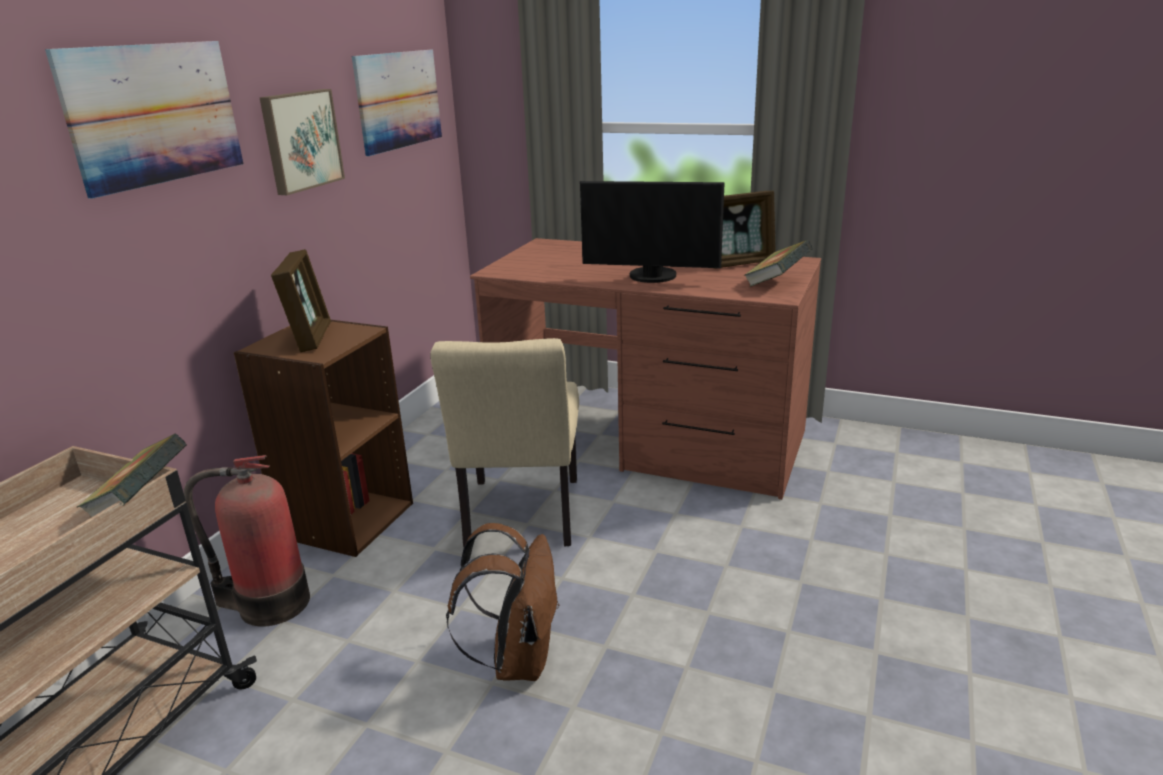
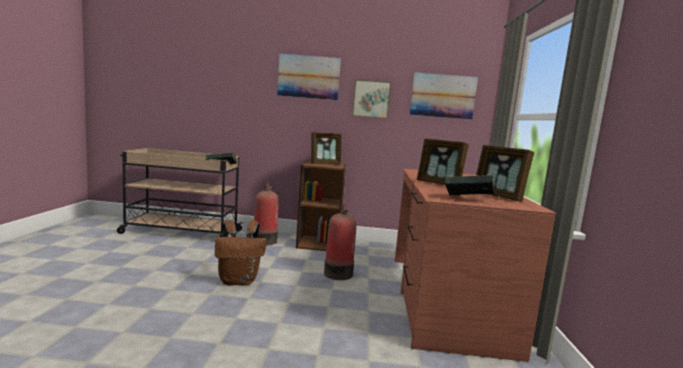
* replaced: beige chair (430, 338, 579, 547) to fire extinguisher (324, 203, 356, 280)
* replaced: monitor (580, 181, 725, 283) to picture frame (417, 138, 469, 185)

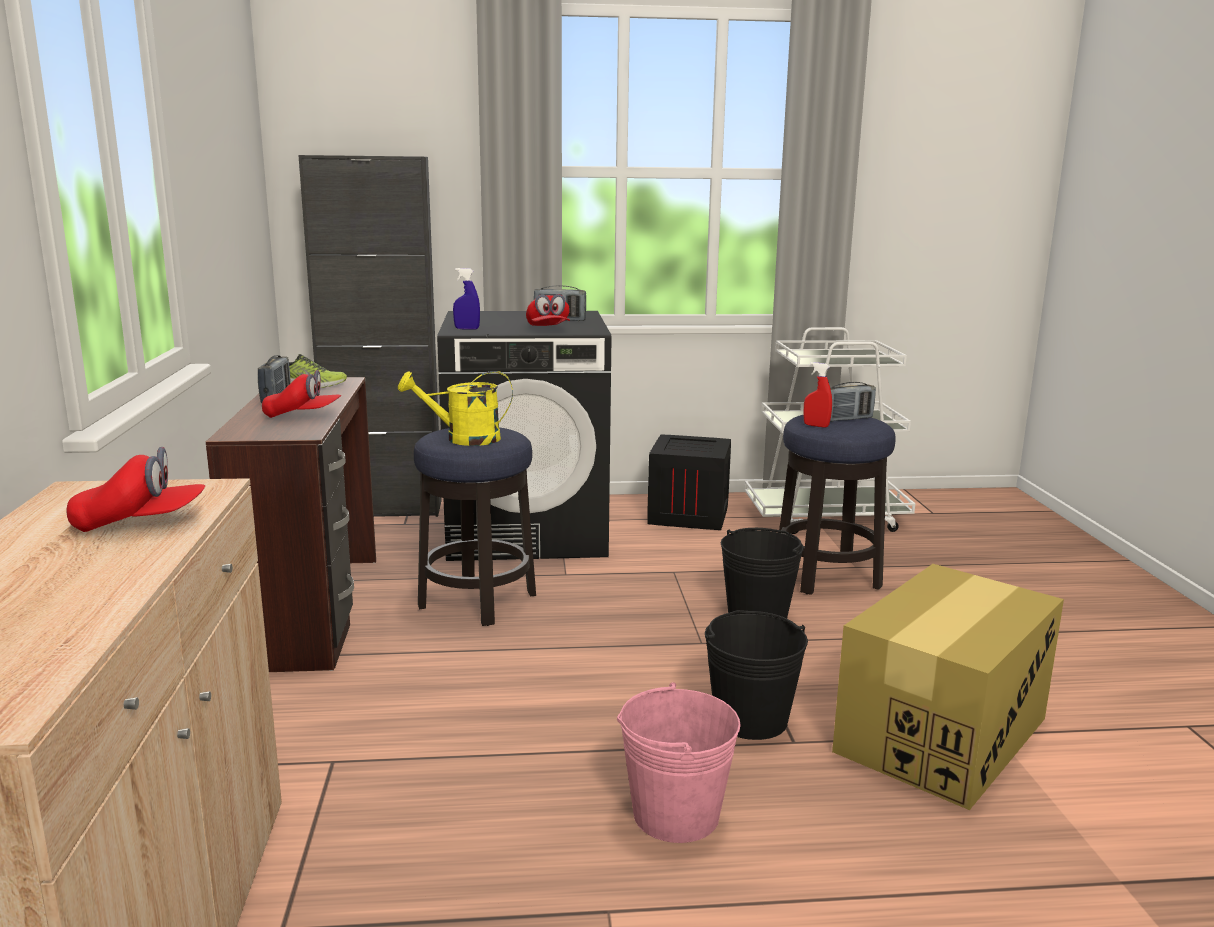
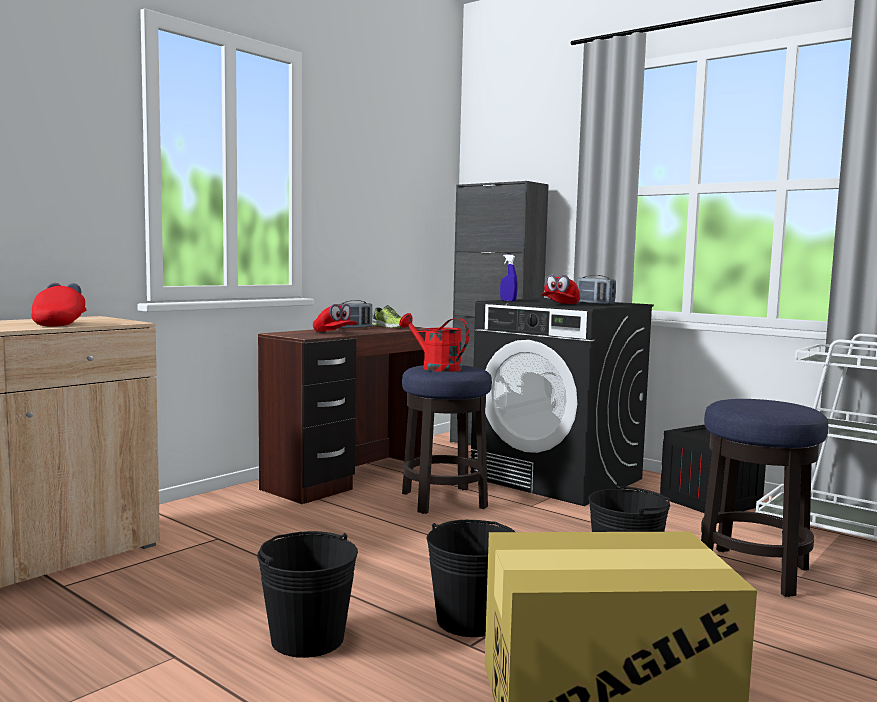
* turned: red cap (66, 447, 205, 532) = (31, 283, 87, 327) 135 degrees counterclockwise
* recoloured: yellow watering can (398, 371, 513, 446) to red watering can (399, 313, 469, 372)
* recoloured: pink bucket (617, 682, 741, 843) to black bucket (257, 531, 358, 658)
* removed: red spray bottle (803, 362, 832, 428)
* removed: radio (830, 382, 876, 422)

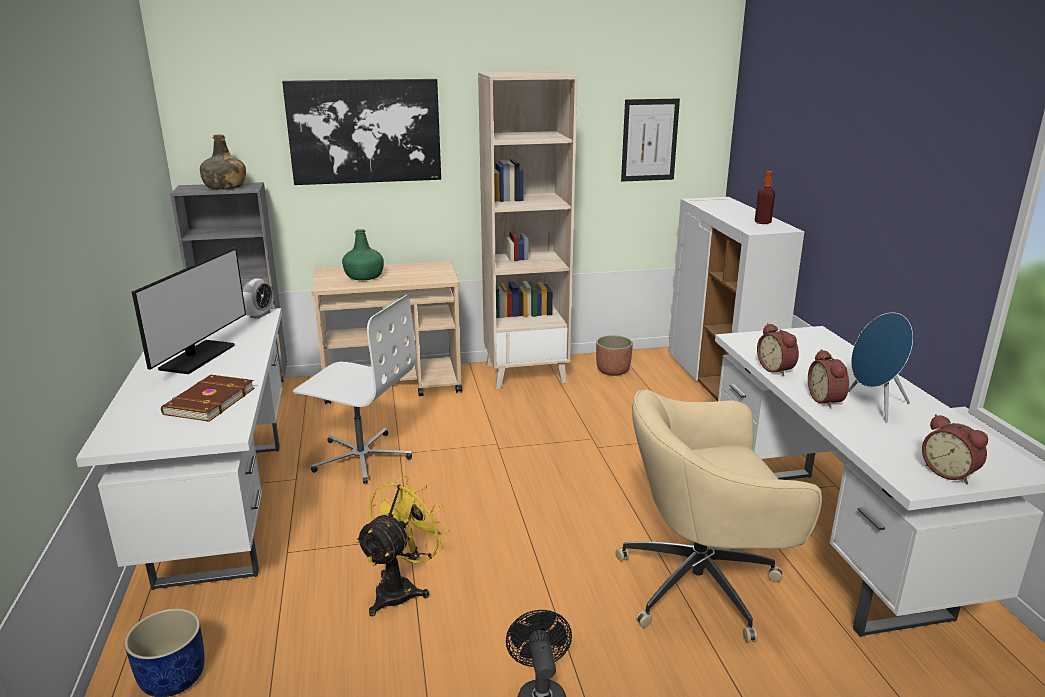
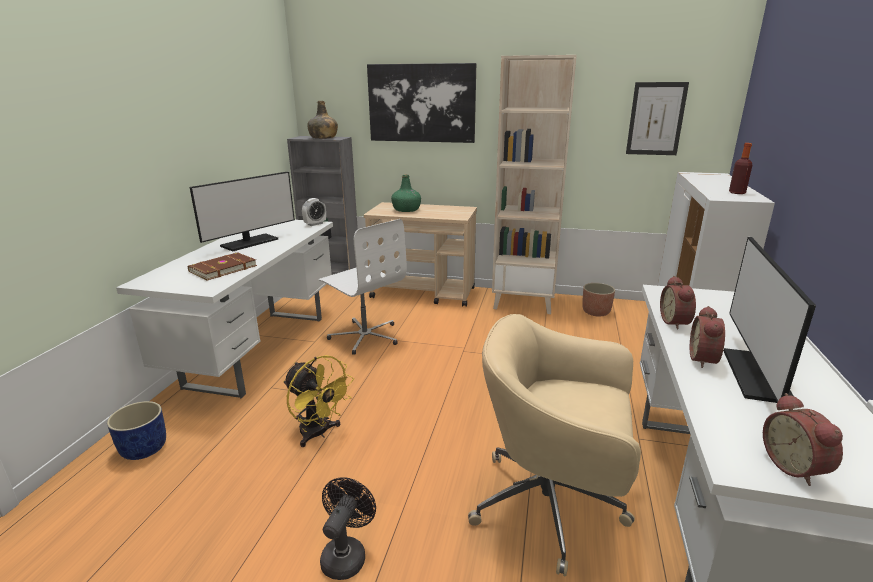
* turned: yellow fan (355, 476, 450, 616) = (283, 355, 354, 447) 75 degrees clockwise
* replaced: blue speaker (848, 312, 913, 423) to monitor (724, 237, 816, 403)

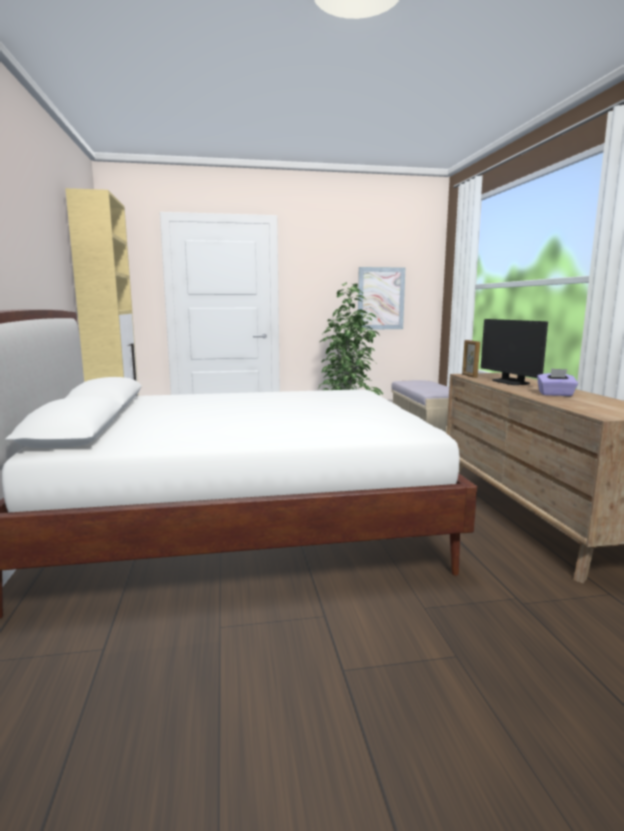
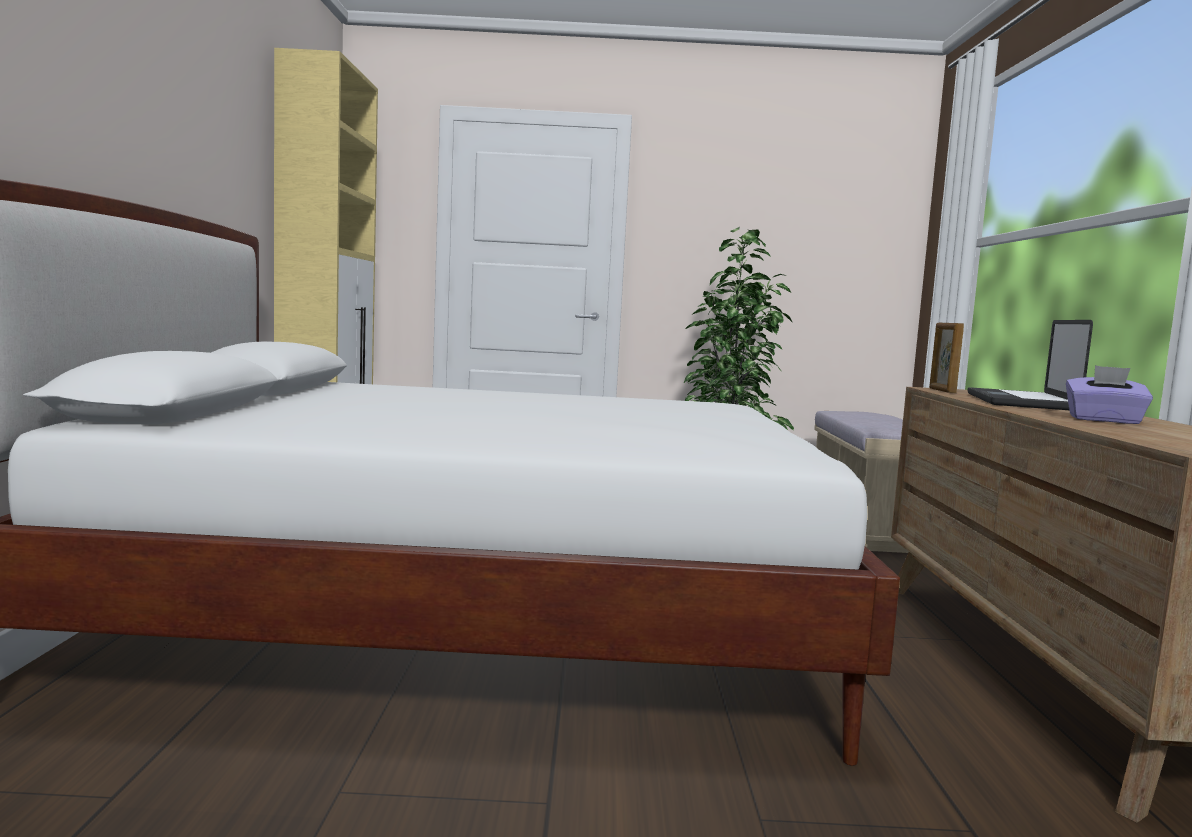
* removed: picture (358, 267, 405, 330)
* replaced: monitor (481, 319, 548, 385) to laptop (968, 320, 1093, 410)

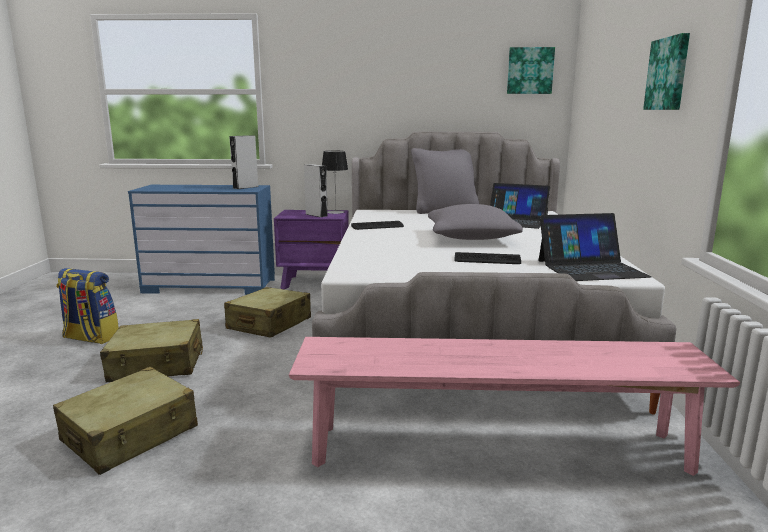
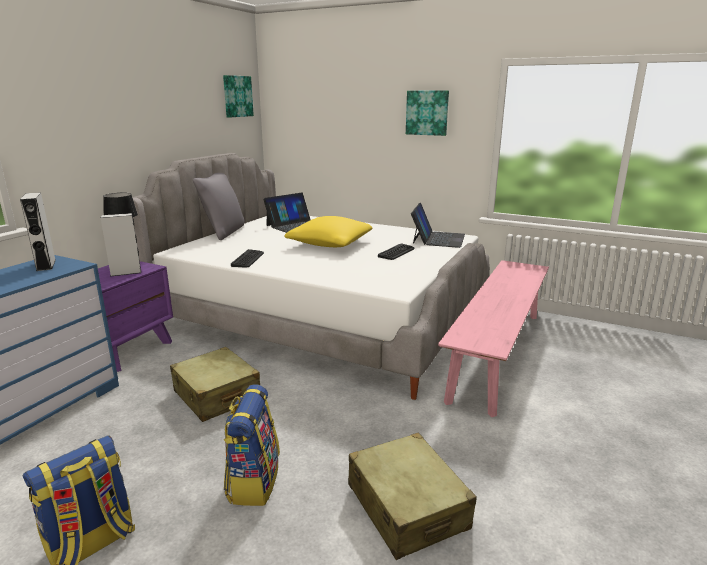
* replaced: beige suitcase (100, 319, 203, 382) to backpack (224, 384, 280, 506)
* recoloured: grey pillow (428, 204, 523, 240) to yellow pillow (285, 216, 372, 247)

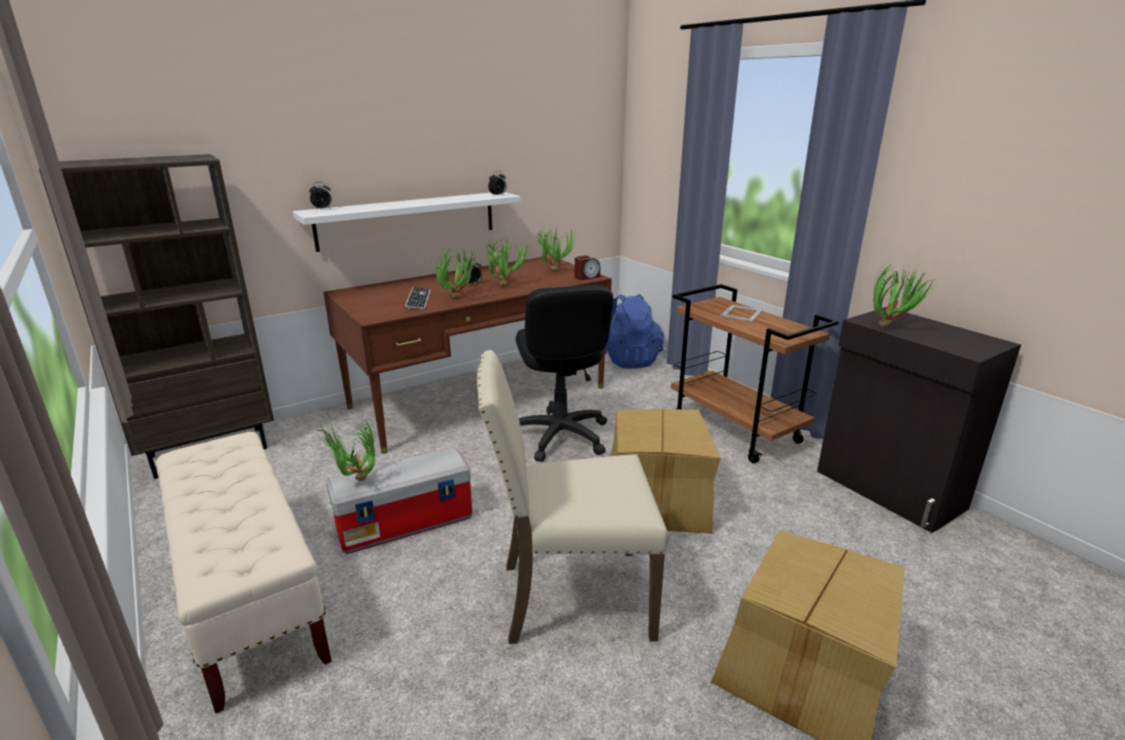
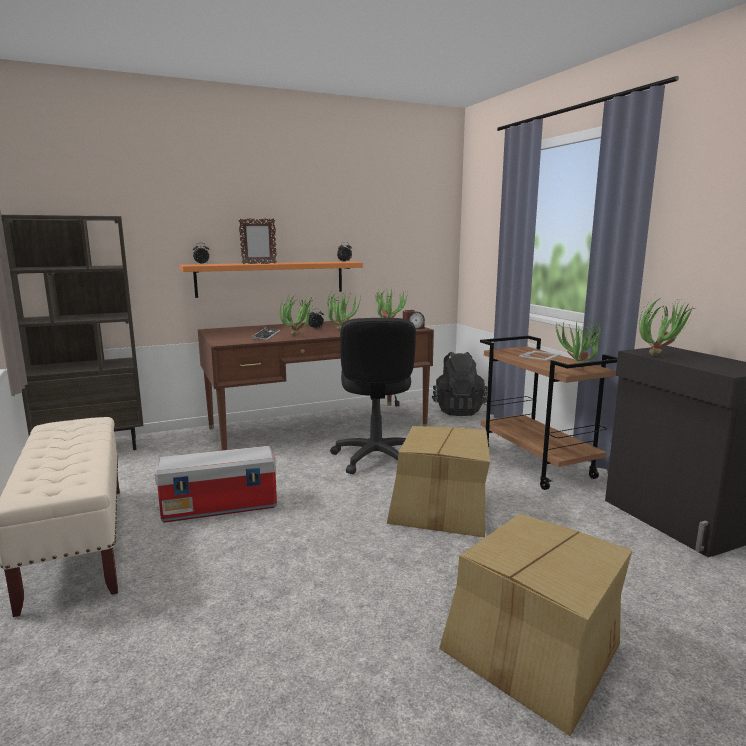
* recoloured: white shelf (293, 192, 521, 252) to orange shelf (180, 261, 363, 298)
* moved: potted plant (317, 421, 376, 481) to (556, 322, 601, 368)
* removed: beige chair (477, 350, 669, 644)
* recoloured: blue backpack (605, 294, 664, 369) to black backpack (432, 352, 488, 416)
* added: picture frame (238, 218, 277, 264)

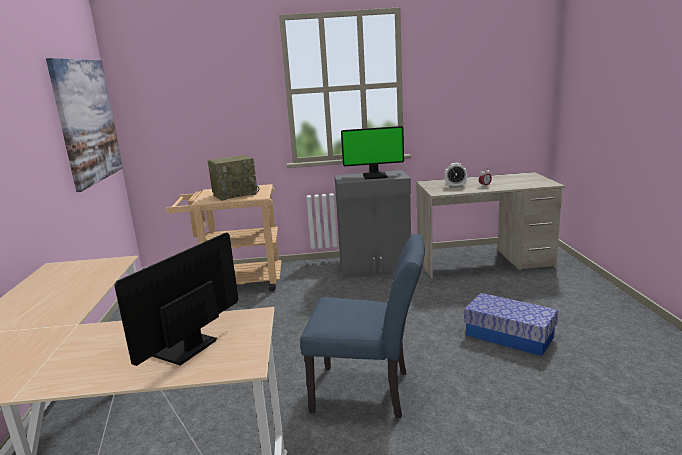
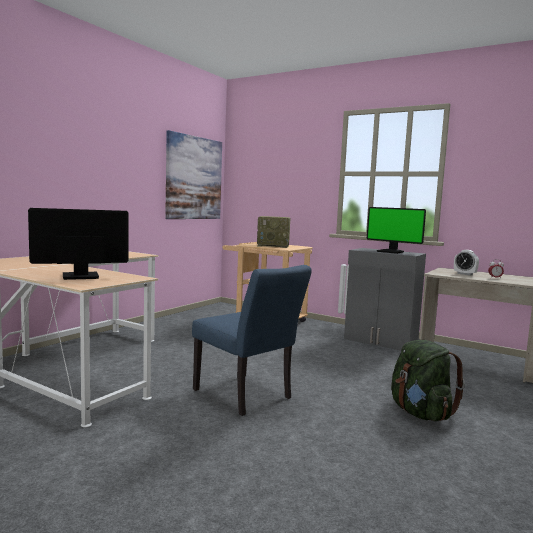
* replaced: storage box (464, 293, 558, 356) to green backpack (391, 340, 465, 421)

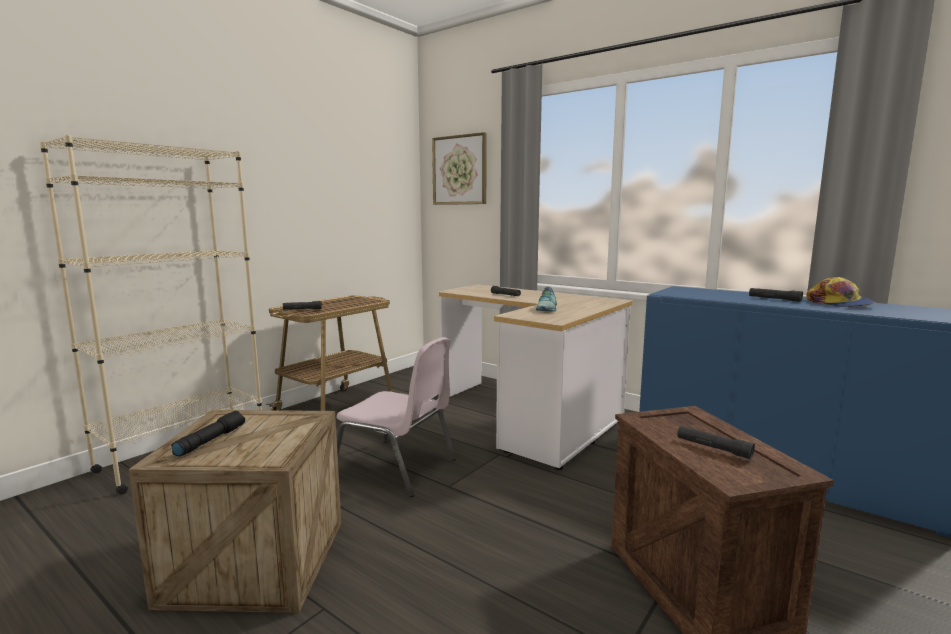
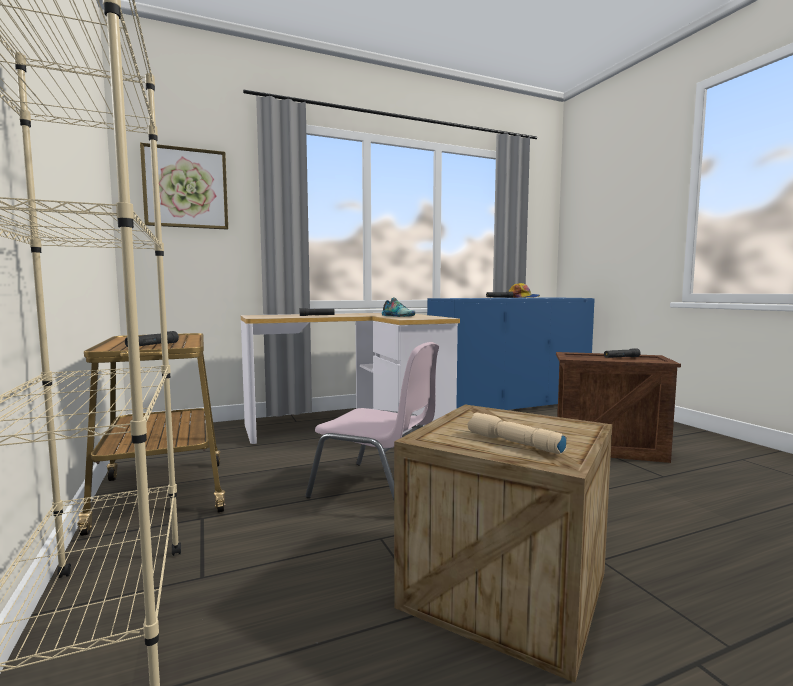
* recoloured: black flashlight (171, 411, 245, 456) to beige flashlight (468, 413, 567, 454)
* turned: pink chair (337, 337, 456, 497) = (305, 342, 439, 500) 60 degrees clockwise

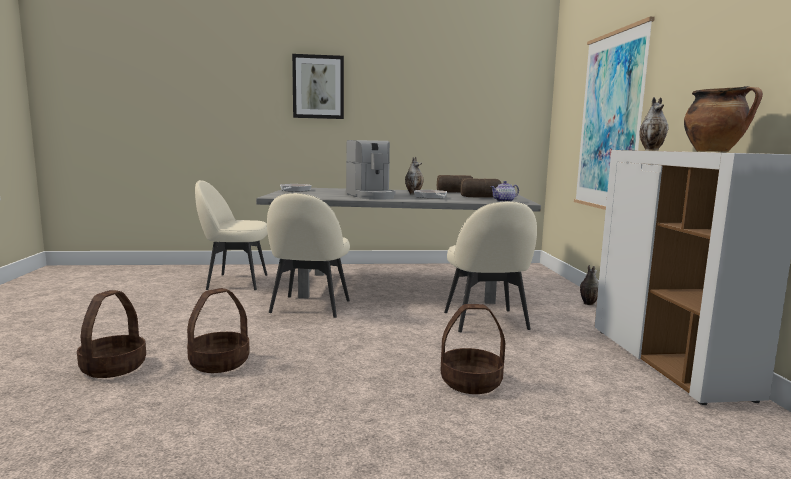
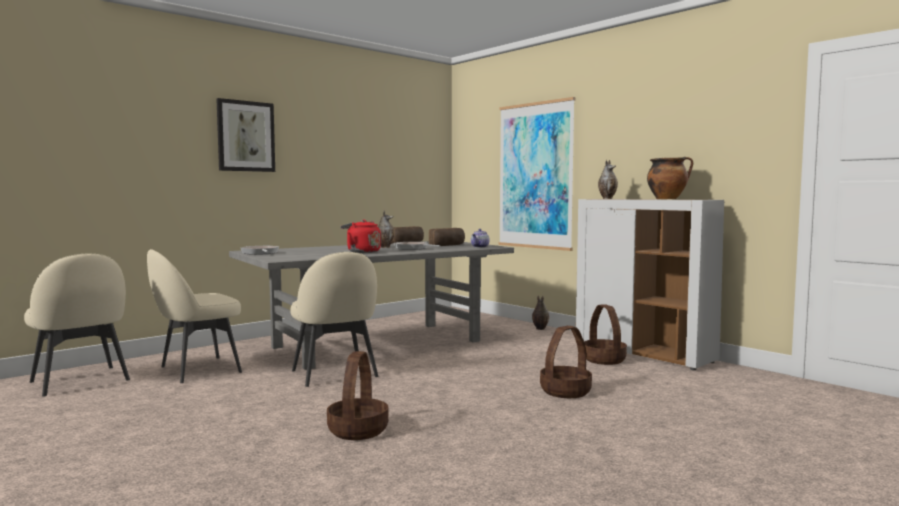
* moved: basket (77, 290, 146, 378) to (584, 304, 627, 365)
* replaced: coffee machine (346, 140, 396, 200) to red kettle (340, 220, 381, 253)
* moved: beige chair (444, 201, 537, 332) to (24, 254, 130, 397)

